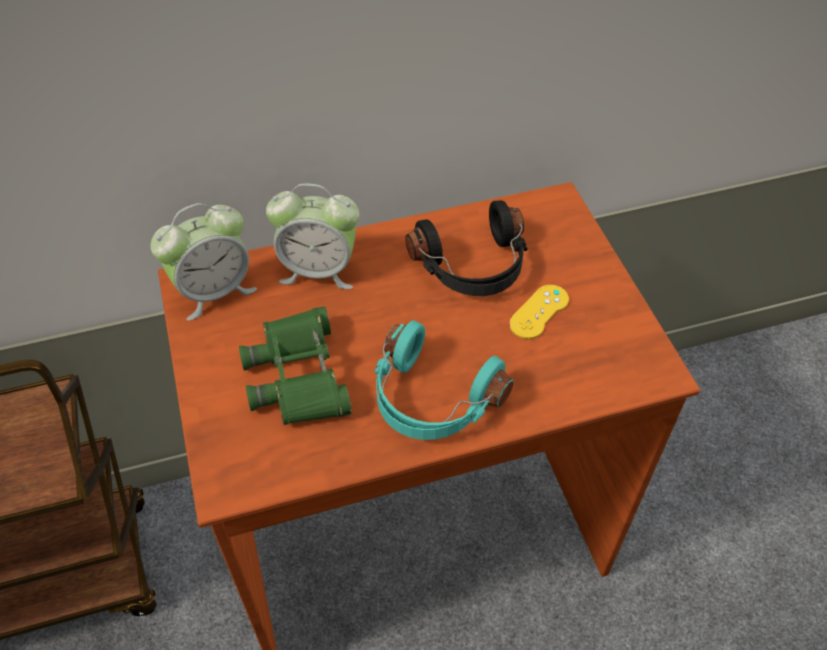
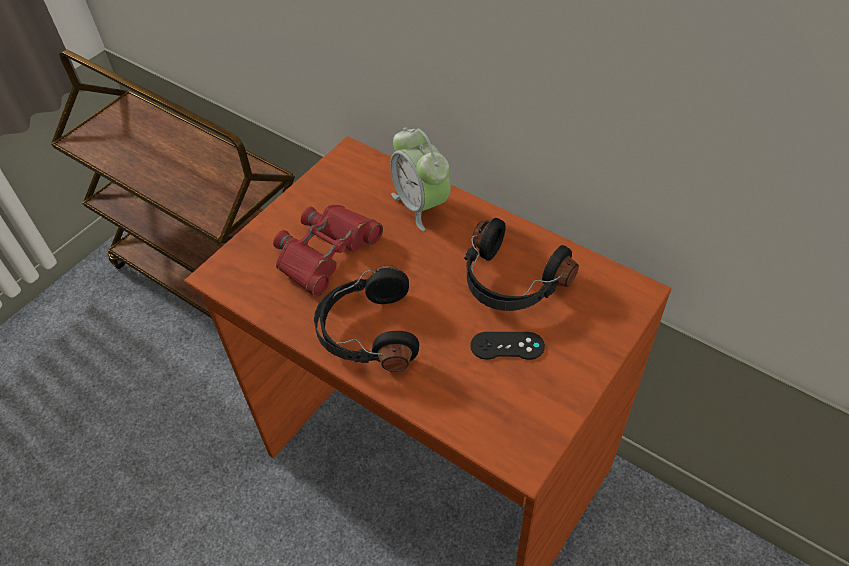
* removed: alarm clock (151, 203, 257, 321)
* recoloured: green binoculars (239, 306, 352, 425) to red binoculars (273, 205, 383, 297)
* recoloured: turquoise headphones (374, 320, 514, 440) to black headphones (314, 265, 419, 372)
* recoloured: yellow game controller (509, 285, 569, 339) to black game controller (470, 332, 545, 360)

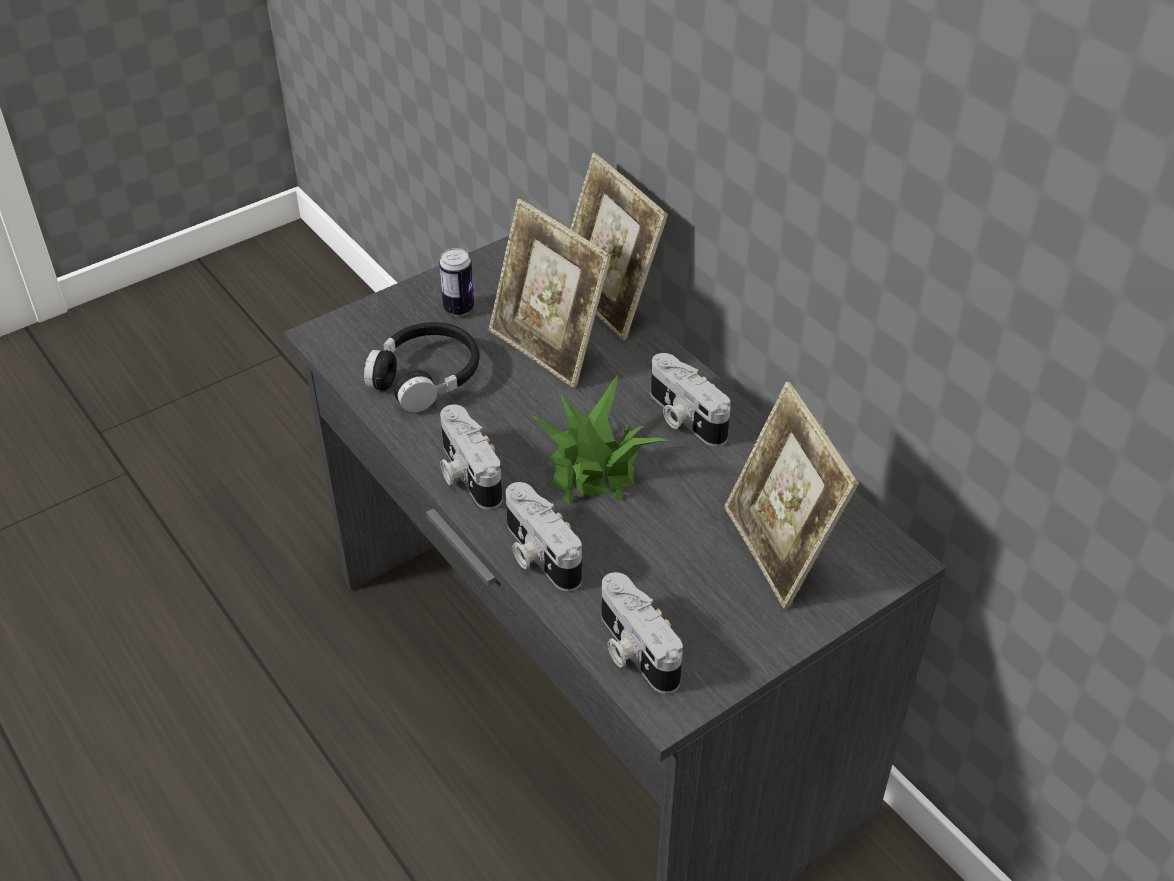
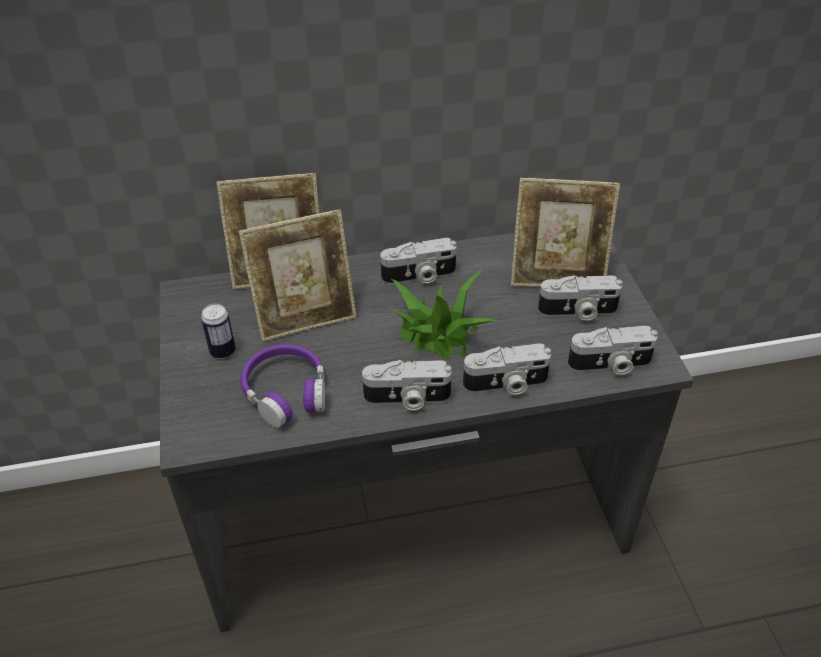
* recoloured: black headphones (364, 322, 479, 412) to purple headphones (240, 344, 325, 428)
* added: photo camera (538, 275, 622, 321)

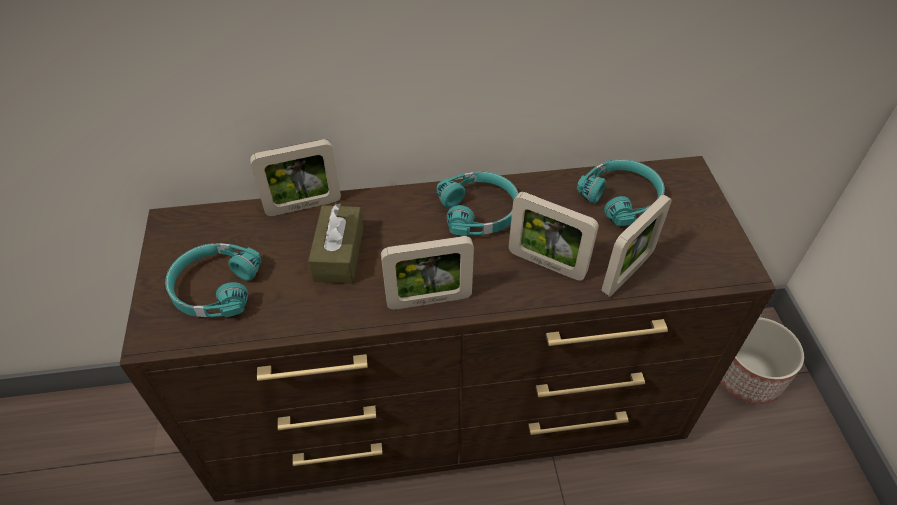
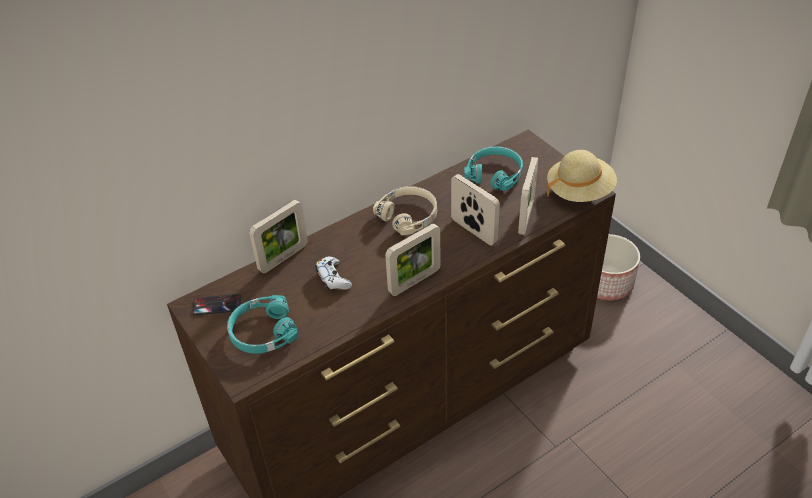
* replaced: brown tissue box (308, 203, 363, 284) to white game controller (315, 257, 352, 290)
* recoloured: turquoise headphones (437, 171, 518, 236) to beige headphones (373, 186, 437, 235)
* turned: picture frame (509, 192, 599, 281) = (451, 174, 500, 246) 135 degrees counterclockwise
* added: phone (193, 294, 241, 315)
* added: beige hat (547, 150, 617, 202)

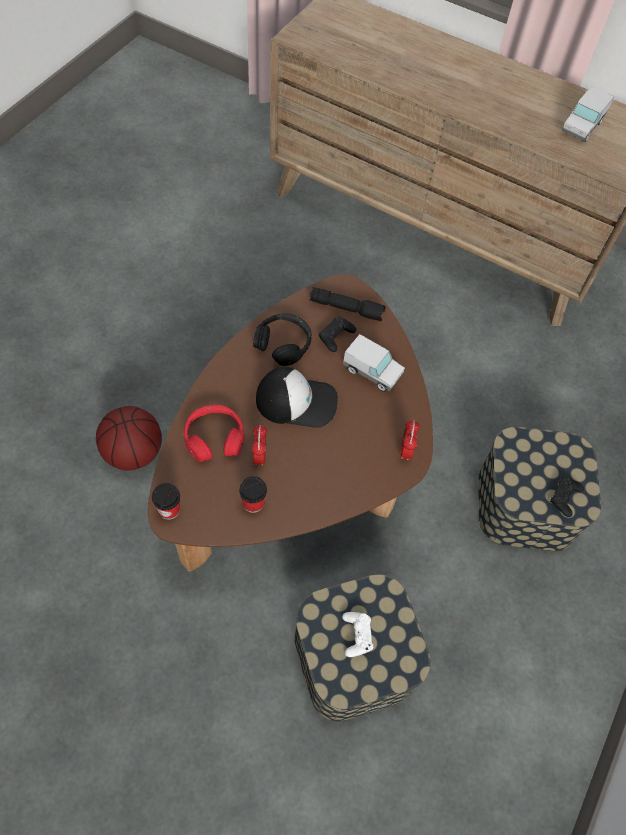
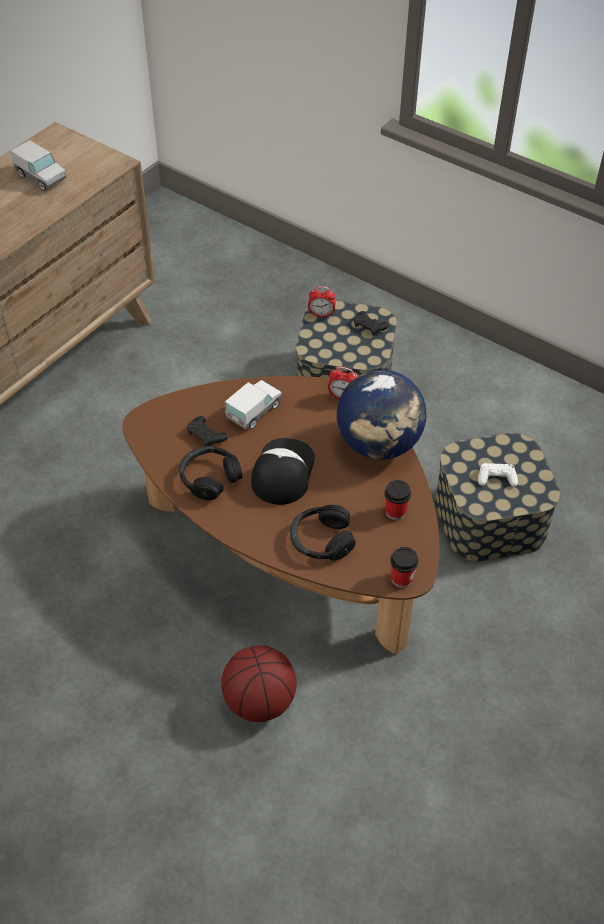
* recoloured: red headphones (184, 405, 245, 462) to black headphones (290, 505, 356, 561)
* moved: alarm clock (252, 425, 267, 465) to (308, 286, 335, 317)
* removed: black flashlight (310, 287, 386, 322)
* added: globe (337, 370, 426, 460)

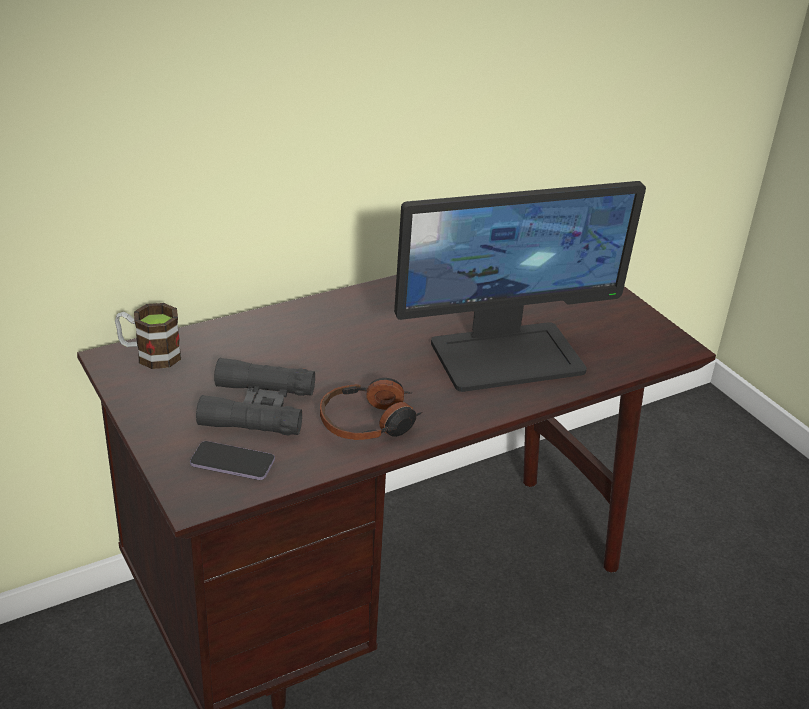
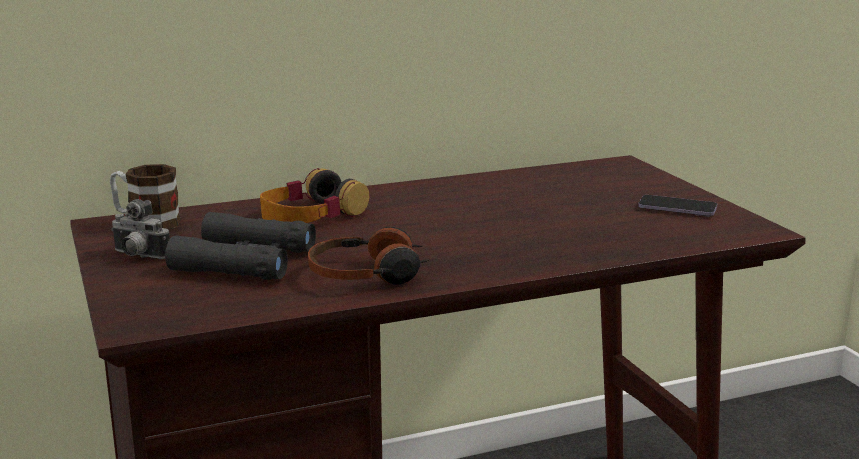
* moved: phone (190, 441, 275, 480) to (638, 195, 717, 217)
* removed: monitor (394, 181, 646, 392)
* added: photo camera (111, 199, 170, 259)
* added: headphones (260, 168, 369, 223)

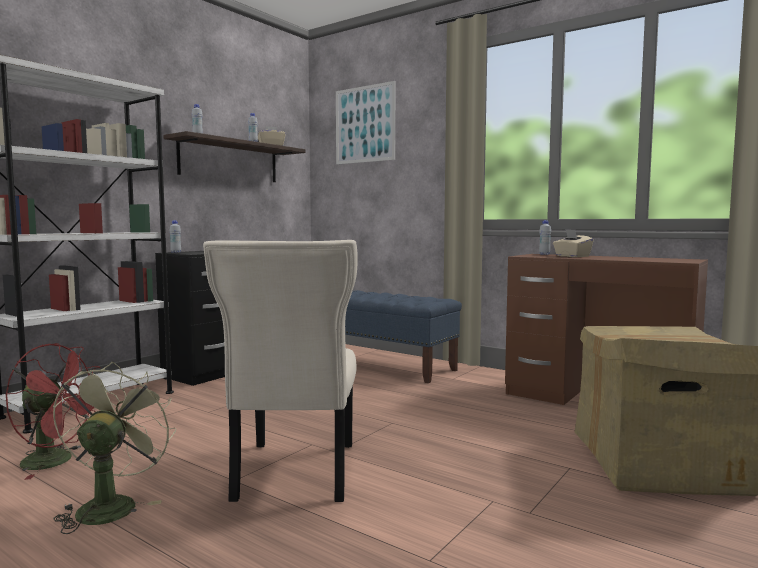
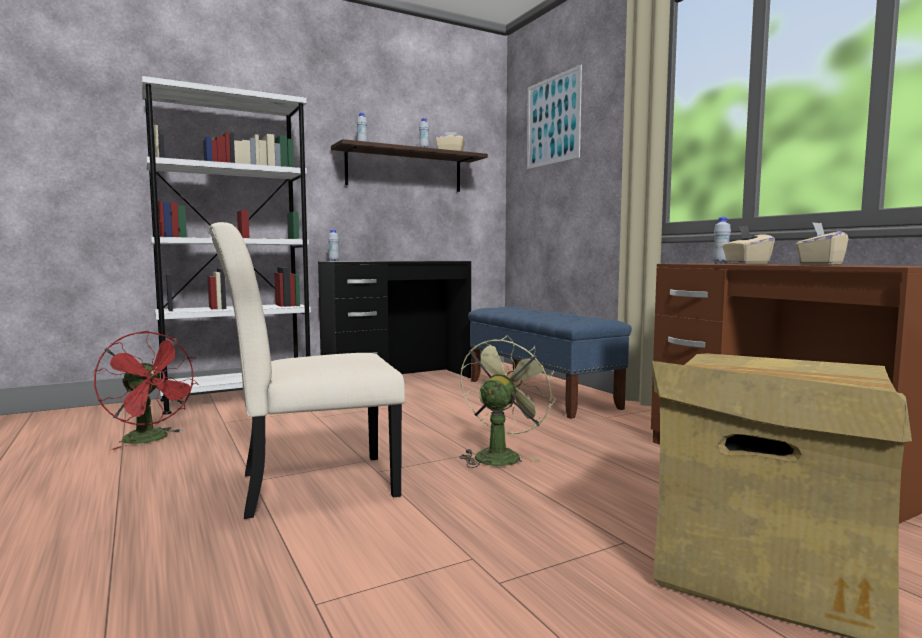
* moved: green fan (53, 361, 176, 534) to (459, 335, 556, 468)
* turned: beige chair (203, 240, 358, 502) = (209, 222, 405, 519) 45 degrees clockwise
* added: beige tissue box (795, 222, 848, 265)

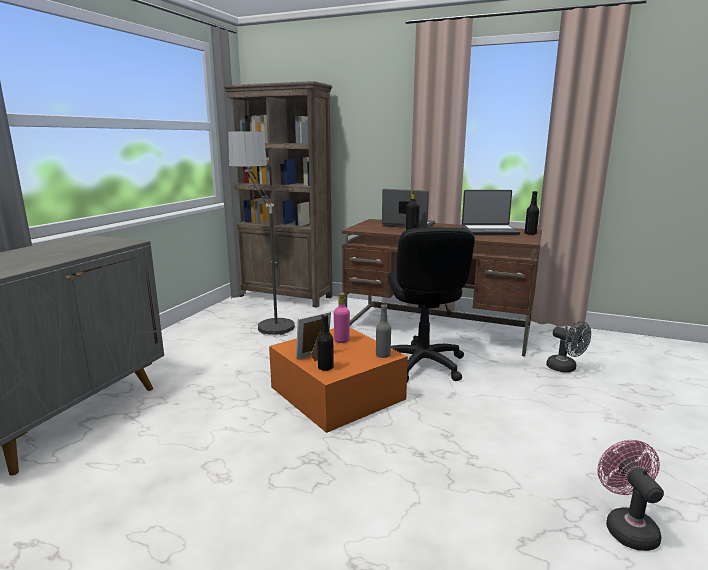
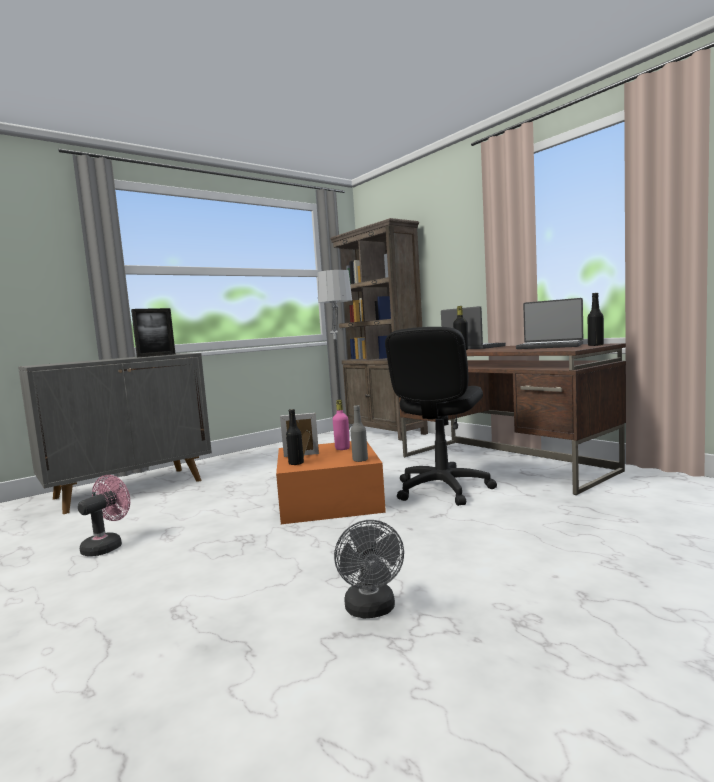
* moved: grey fan (546, 321, 591, 373) to (334, 520, 404, 618)
* moved: pink fan (597, 440, 664, 551) to (78, 475, 130, 556)
* added: picture frame (131, 308, 175, 357)

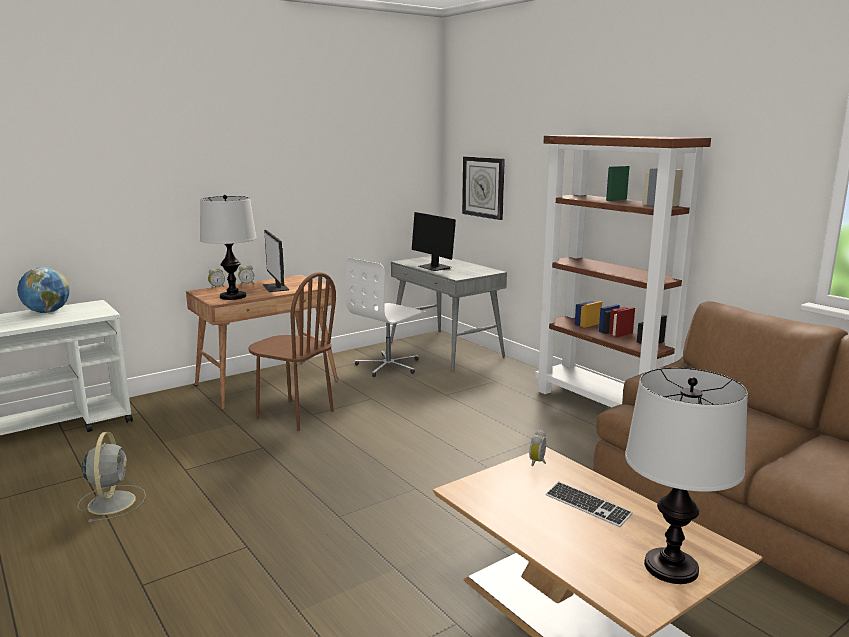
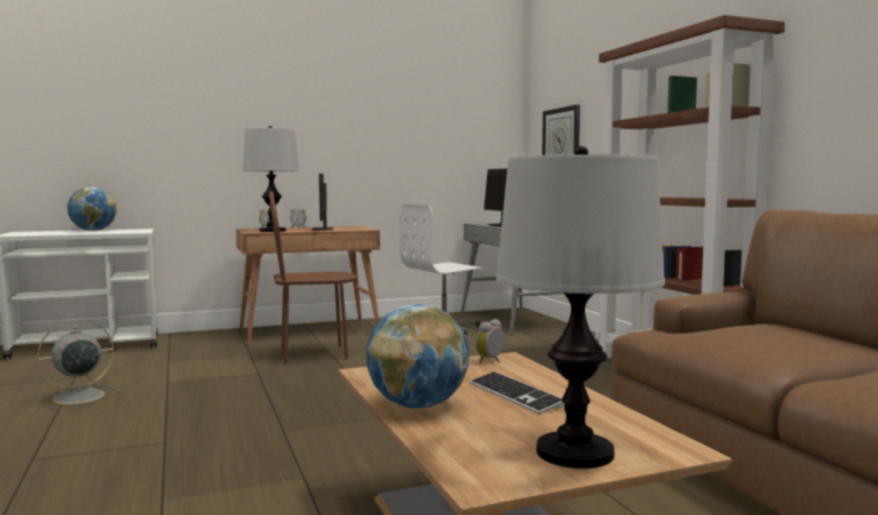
* turned: grey fan (78, 432, 146, 523) = (37, 320, 121, 409) 135 degrees counterclockwise
* turned: brown chair (248, 272, 336, 431) = (269, 191, 357, 364) 120 degrees clockwise
* added: globe (367, 304, 469, 409)

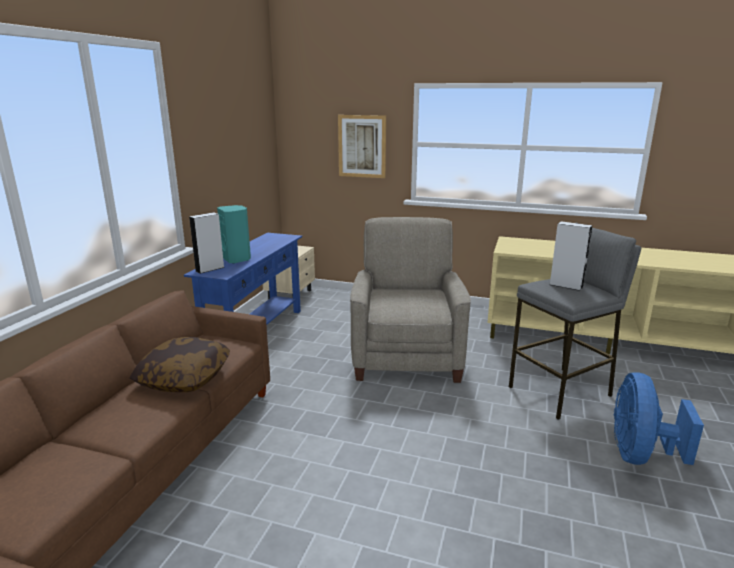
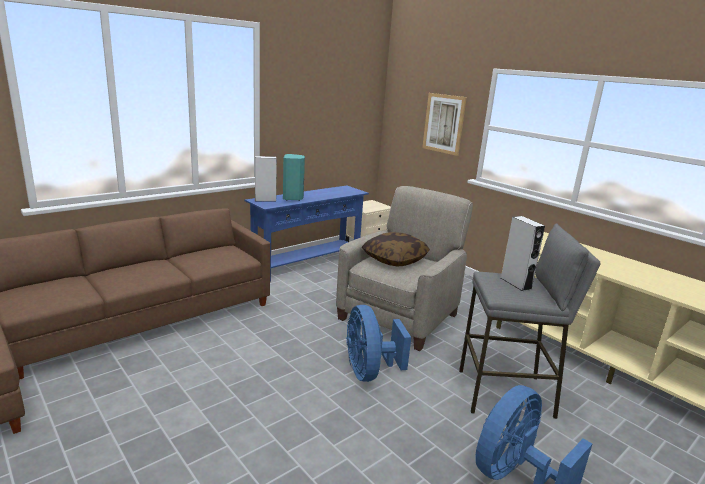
* moved: pillow (129, 337, 230, 392) to (362, 232, 430, 266)
* added: blue fan (346, 305, 411, 382)

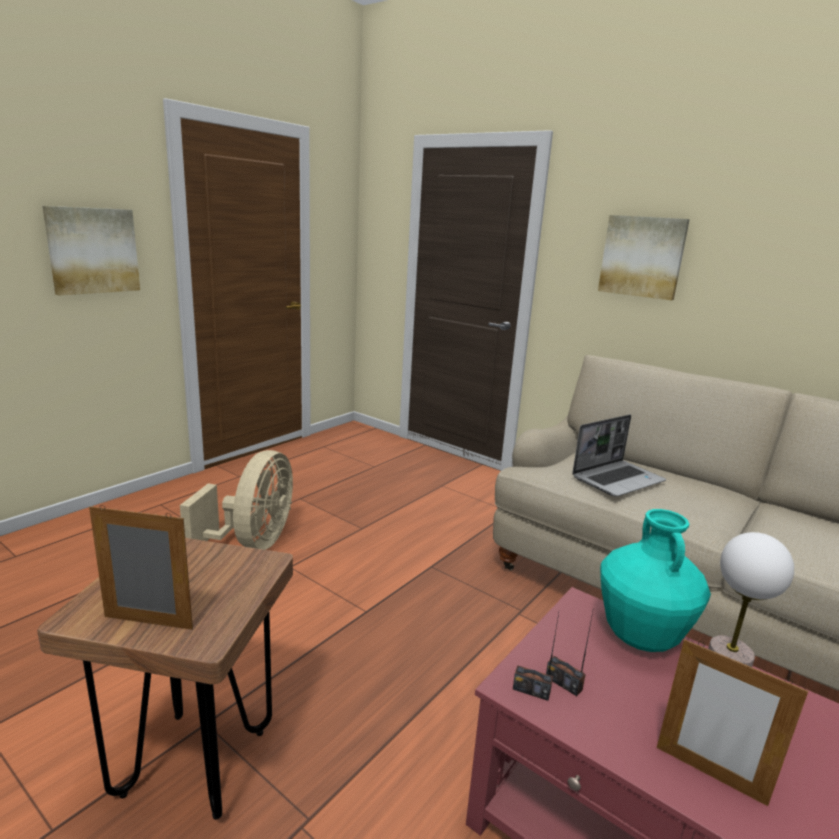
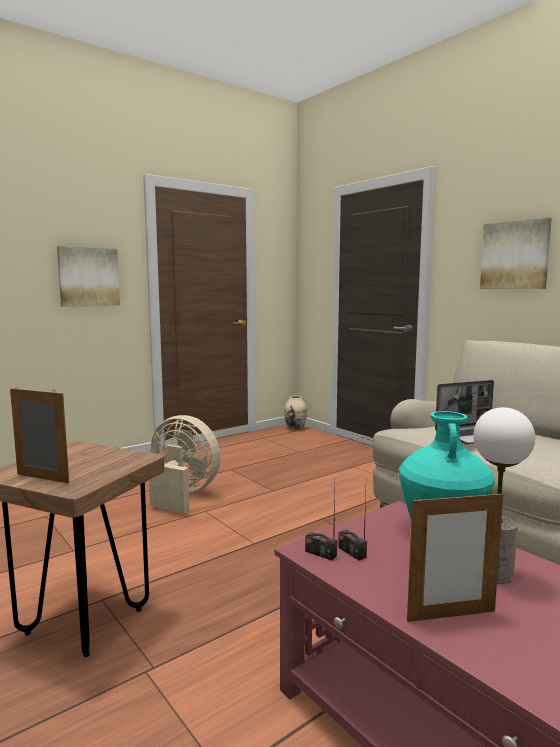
* turned: beige fan (180, 450, 293, 550) = (149, 415, 221, 514) 90 degrees counterclockwise
* turned: picture frame (657, 639, 808, 806) = (407, 490, 503, 622) 60 degrees counterclockwise
* added: beige vase (284, 396, 307, 430)

